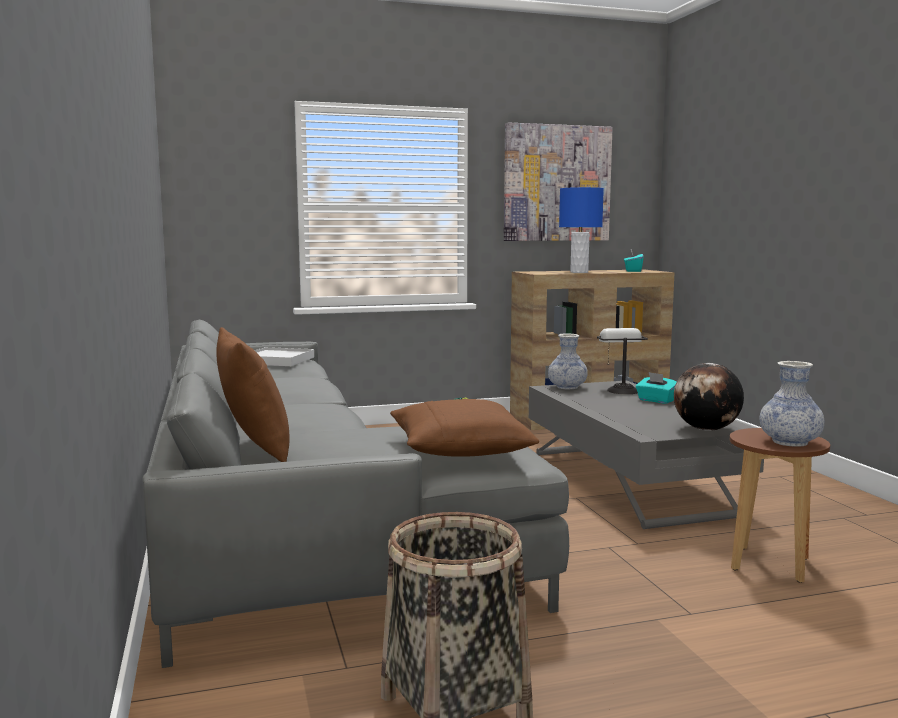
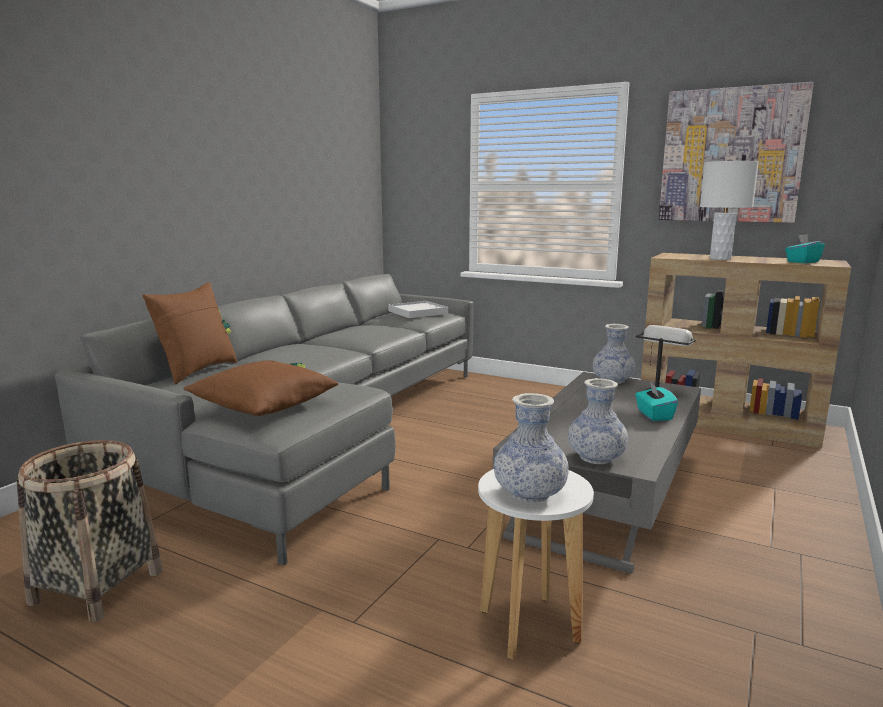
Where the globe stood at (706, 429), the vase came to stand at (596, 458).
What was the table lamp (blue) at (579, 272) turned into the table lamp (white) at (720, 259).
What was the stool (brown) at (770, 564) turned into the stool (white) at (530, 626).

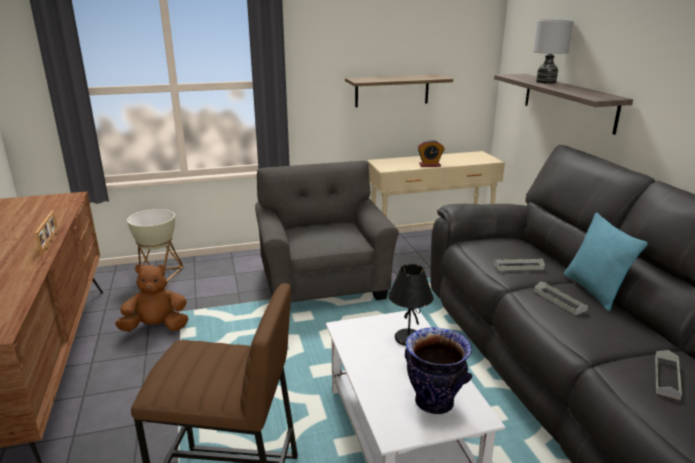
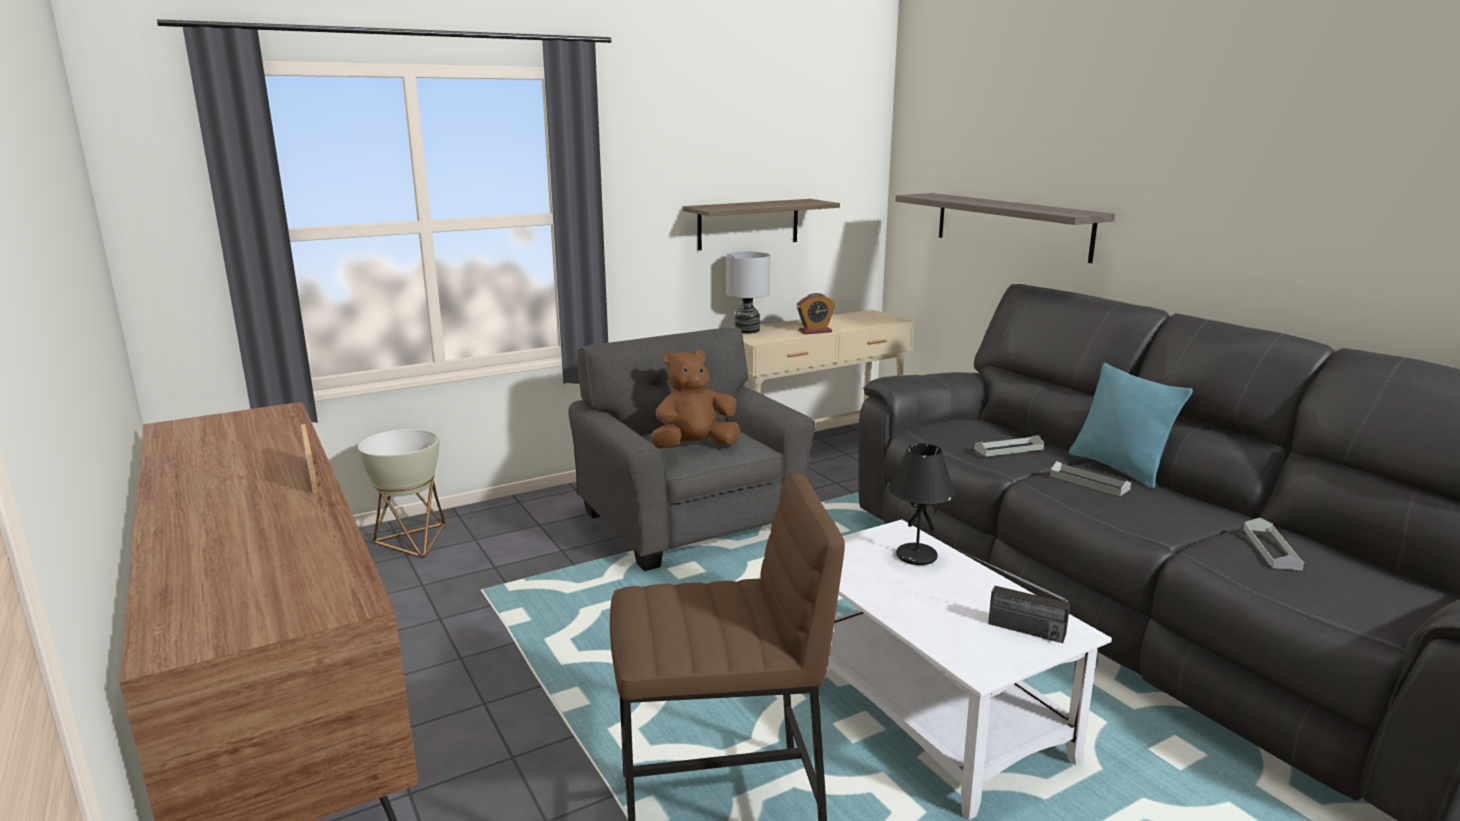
The plush toy (brown) ended up elsewhere, having gone from (156, 327) to (694, 447).
The table lamp (grey) ended up elsewhere, having gone from (546, 82) to (747, 330).
Where the vase stood at (434, 402), the radio came to stand at (1006, 625).

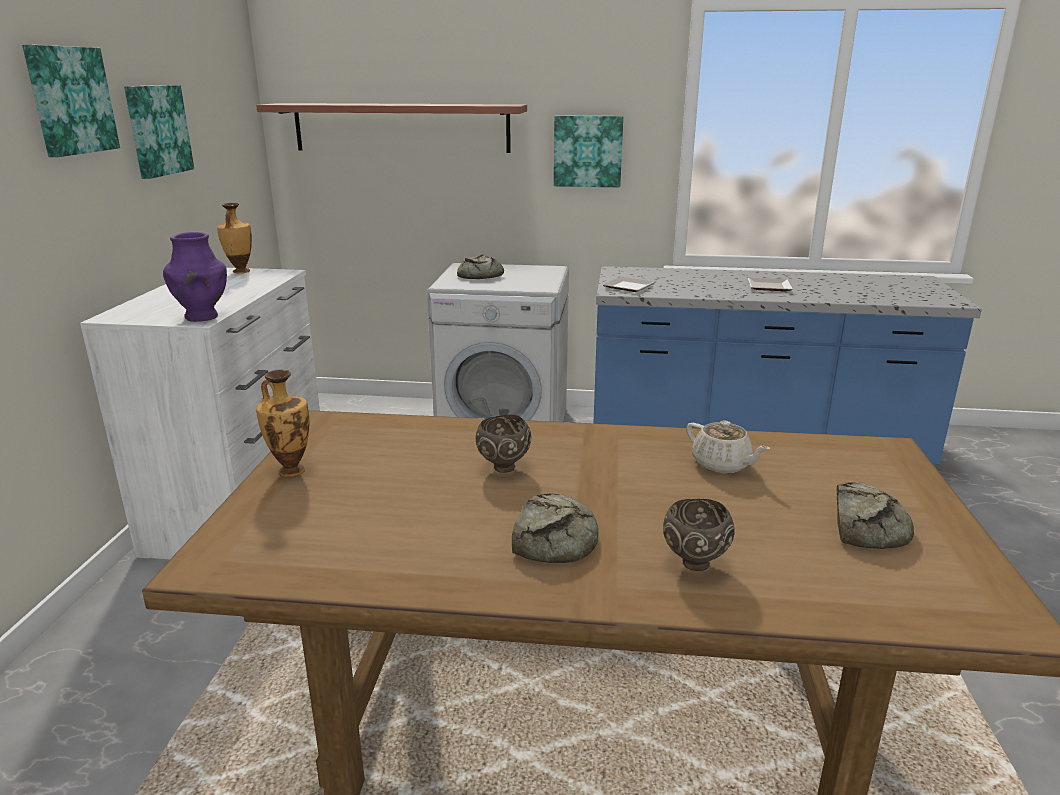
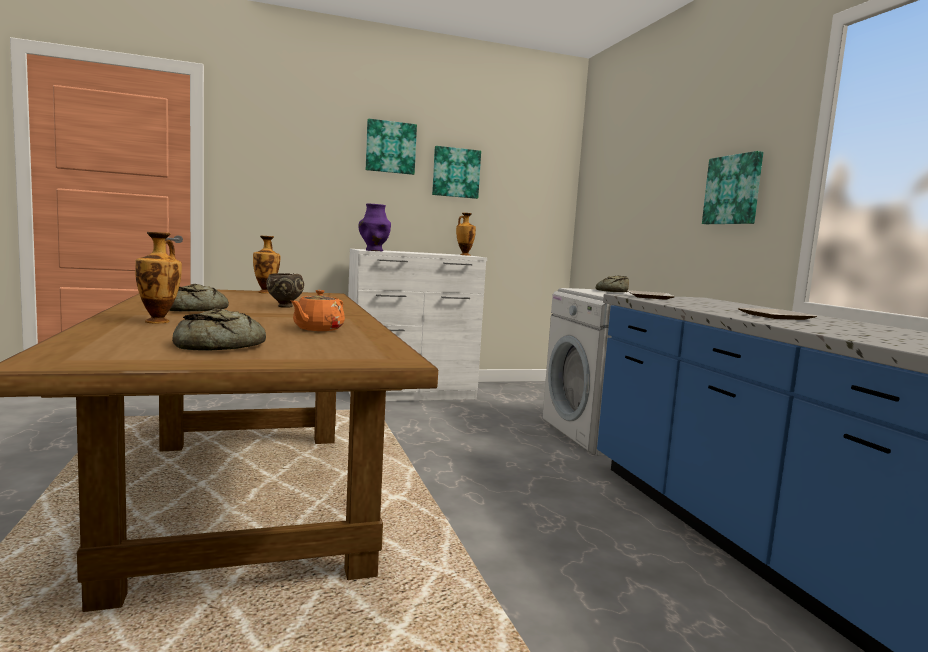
The second view lost the shelf at (401, 127).
Where the bowl (brown) stood at (693, 564), the vase came to stand at (159, 321).
What was the teapot (beige) at (722, 465) turned into the teapot (orange) at (317, 329).

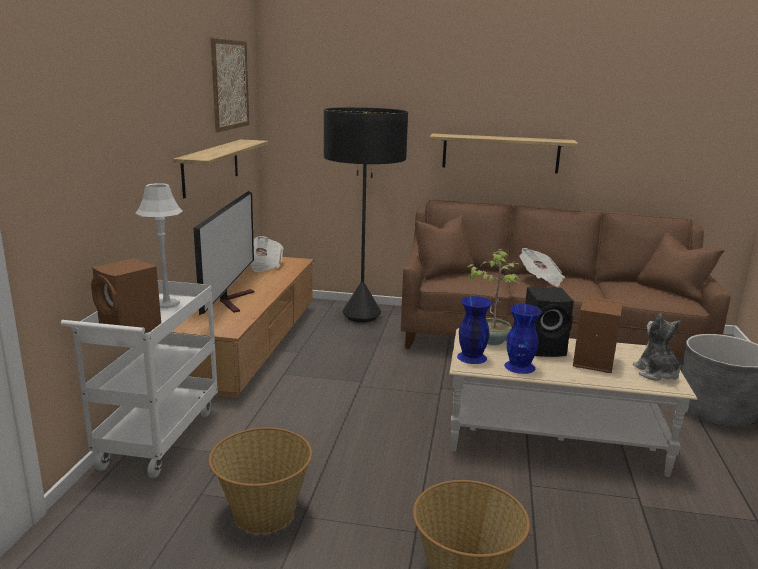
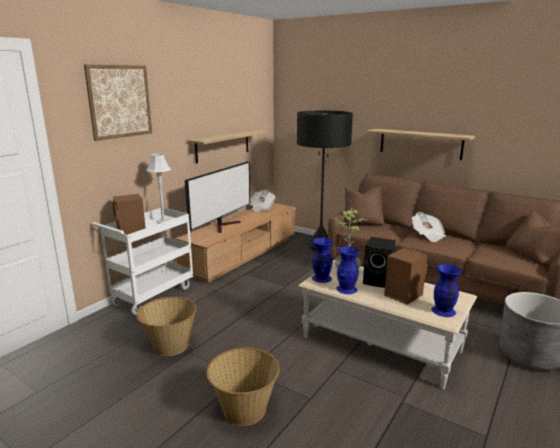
The picture ended up elsewhere, having gone from (229, 83) to (120, 100).
Where the plush toy stood at (656, 373), the vase (blue) came to stand at (443, 311).

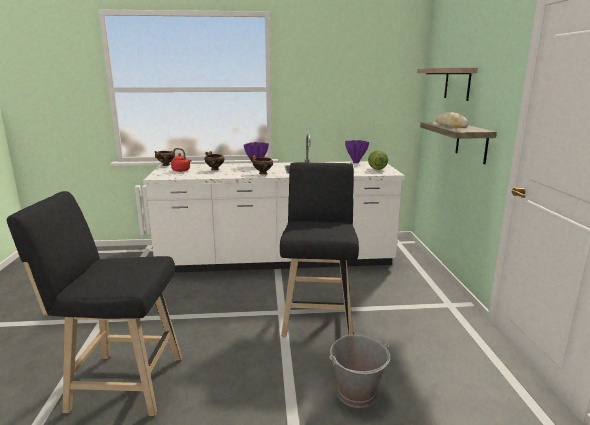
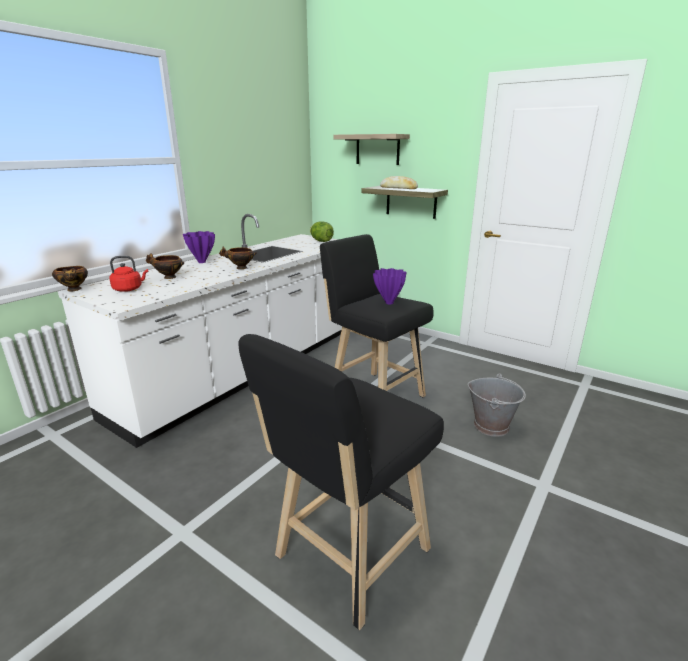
The vase (purple) ended up elsewhere, having gone from (356, 162) to (389, 302).

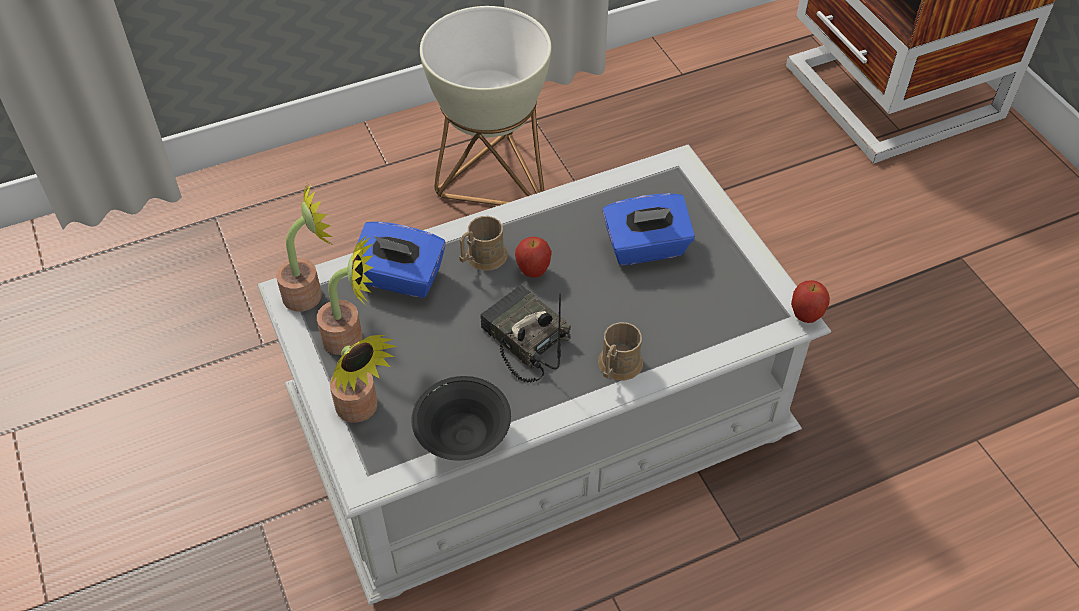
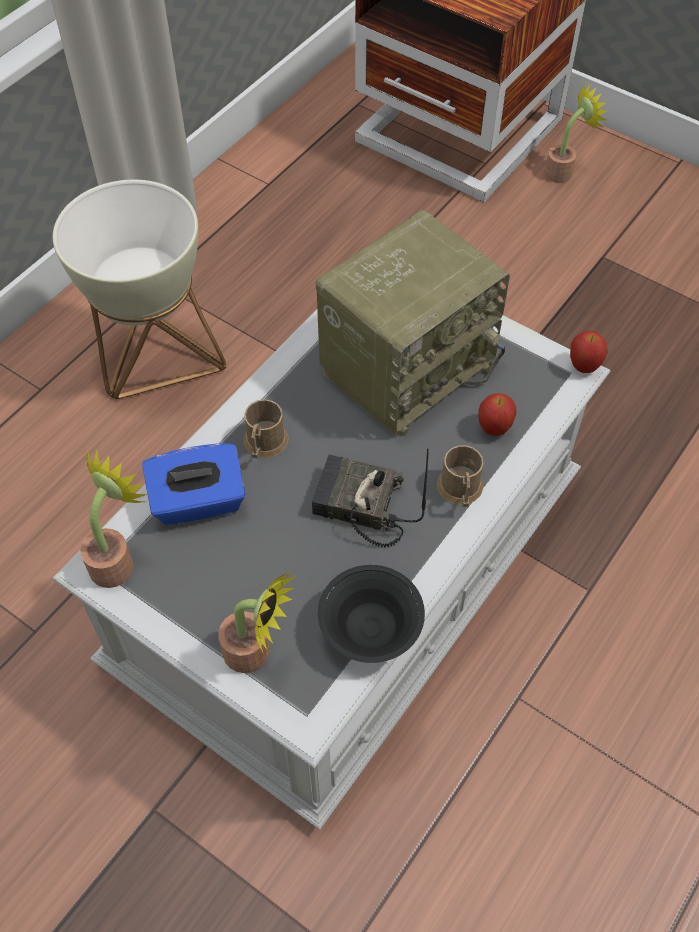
The potted plant ended up elsewhere, having gone from (351, 339) to (563, 171).
The apple ended up elsewhere, having gone from (533, 271) to (494, 429).
Where the tissue box (blue) stood at (646, 248), the radio came to stand at (407, 365).

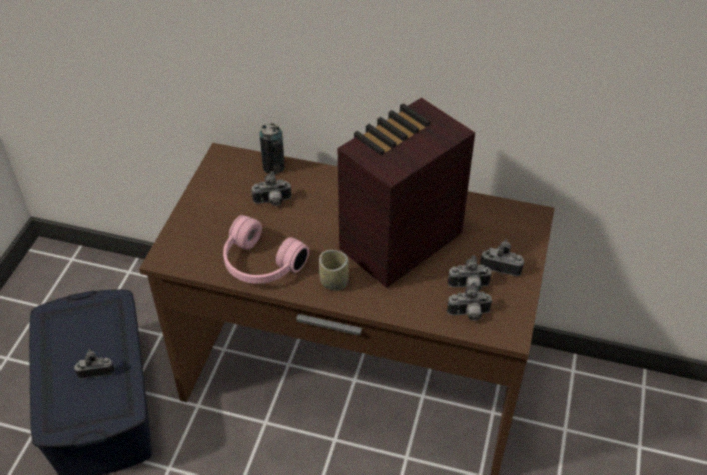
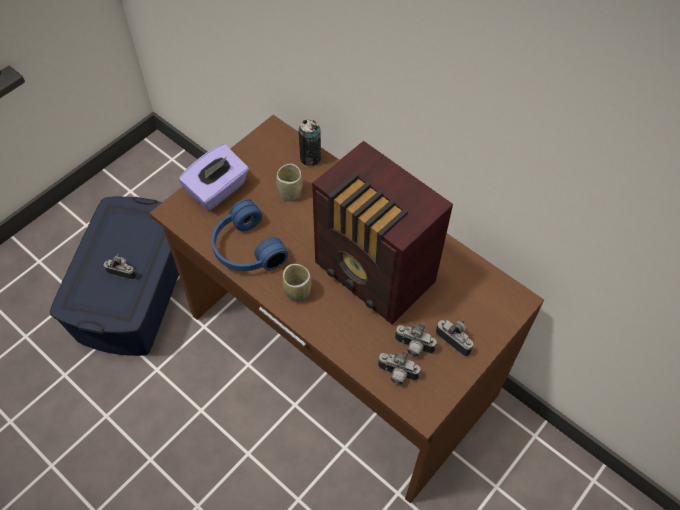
The second view gained the tissue box (purple) at (218, 190).
Where the photo camera stood at (272, 202), the cup came to stand at (290, 192).
What was the headphones (pink) at (259, 265) turned into the headphones (blue) at (245, 249).
The radio at (397, 242) ended up facing another way, 120 degrees counterclockwise from before.

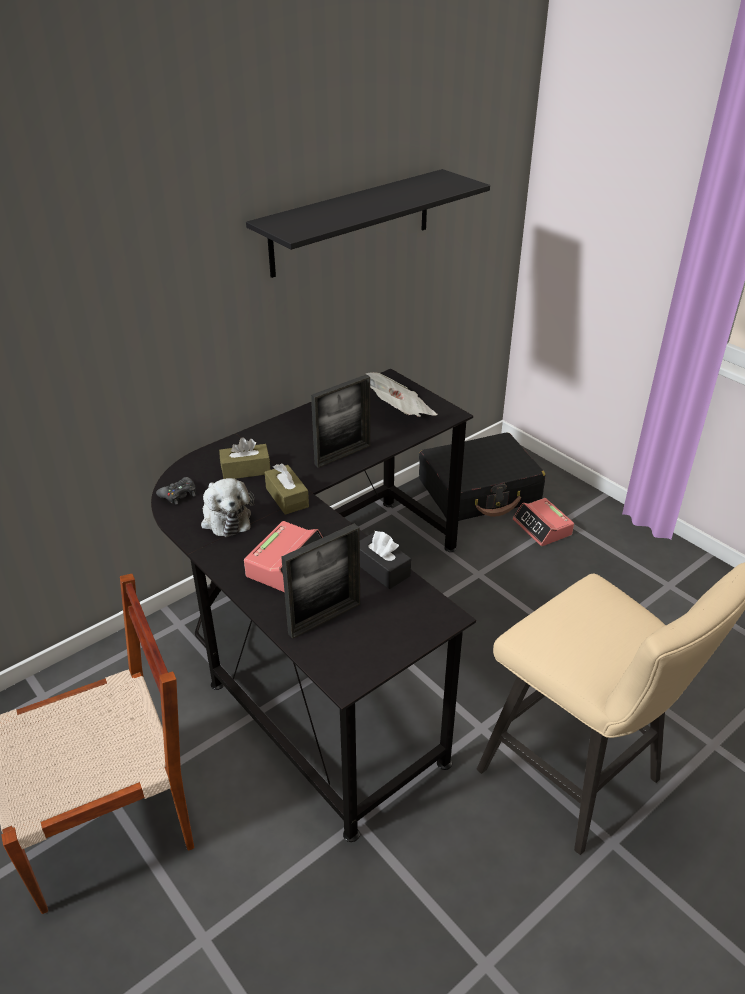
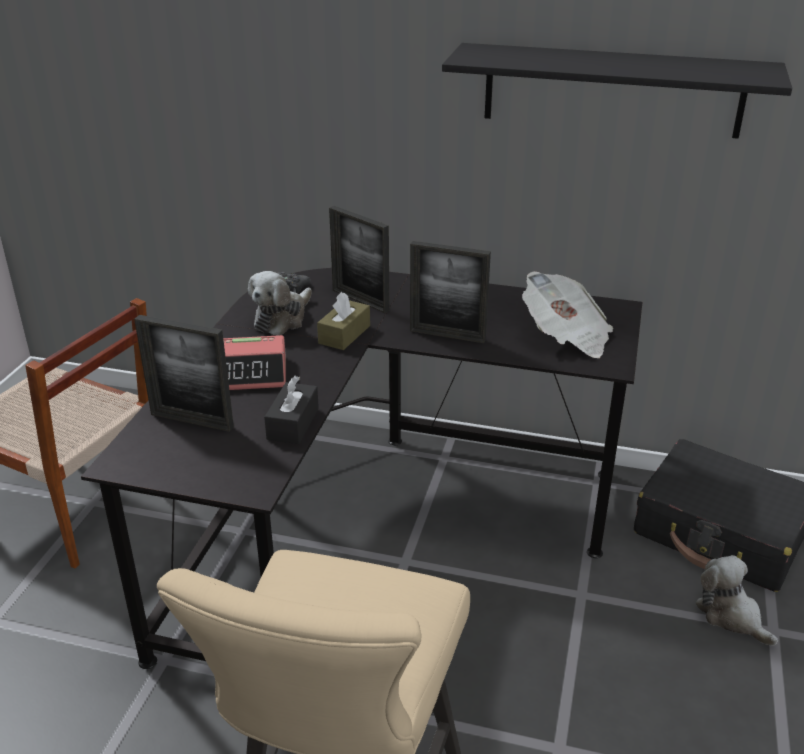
Where the tissue box (brown) stood at (246, 470), the picture frame came to stand at (360, 300).
Where the alarm clock stood at (542, 528), the plush toy came to stand at (731, 615).

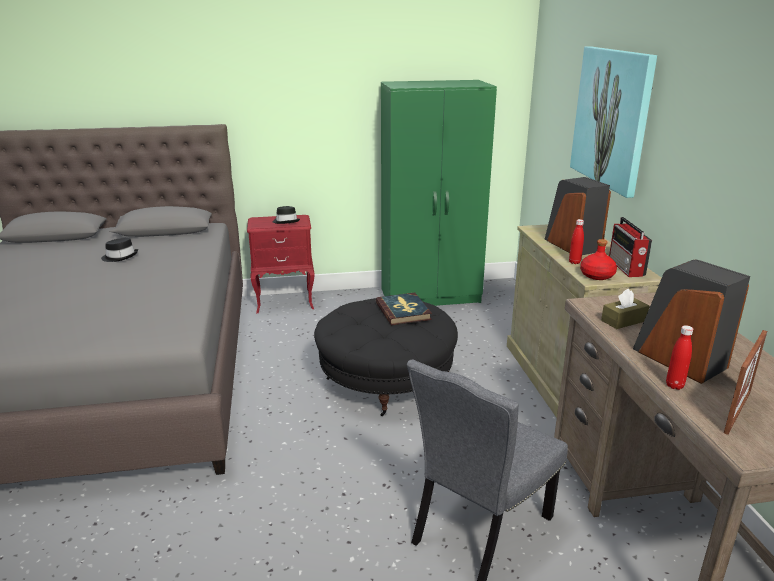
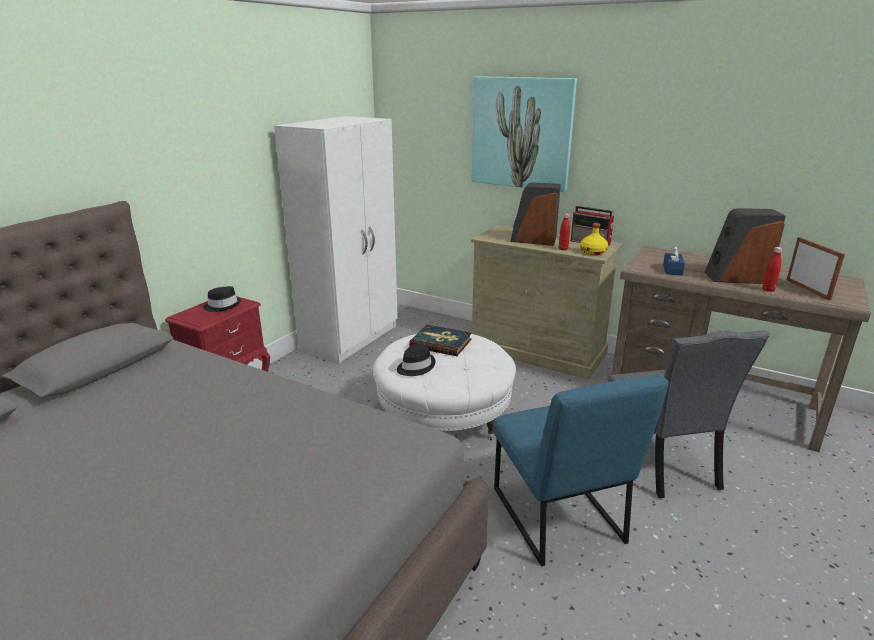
The second view gained the chair (blue) at (558, 517).
The hat (black) ended up elsewhere, having gone from (120, 257) to (415, 367).
What was the ottoman (black) at (386, 380) turned into the ottoman (white) at (444, 415).
What was the wardrobe (green) at (431, 296) turned into the wardrobe (white) at (351, 338).
What was the bottle (red) at (597, 275) turned into the bottle (yellow) at (593, 252).
What was the tissue box (brown) at (623, 321) turned into the tissue box (blue) at (672, 270).

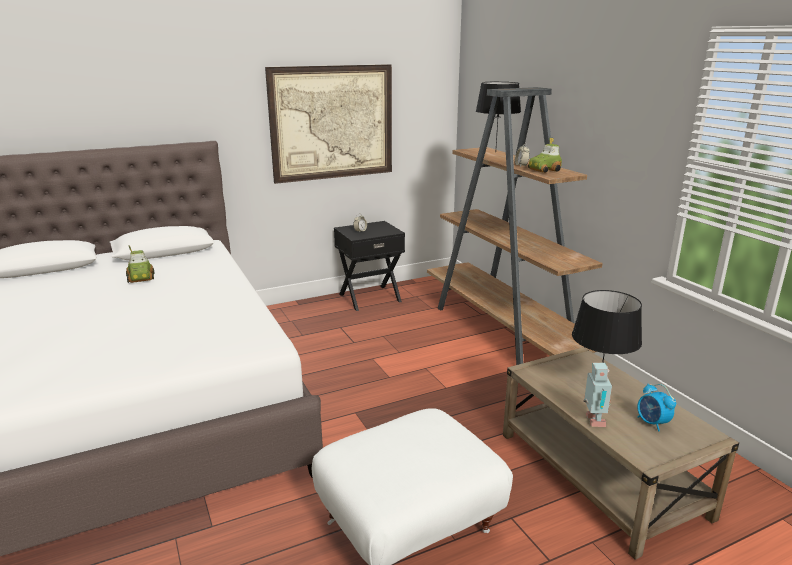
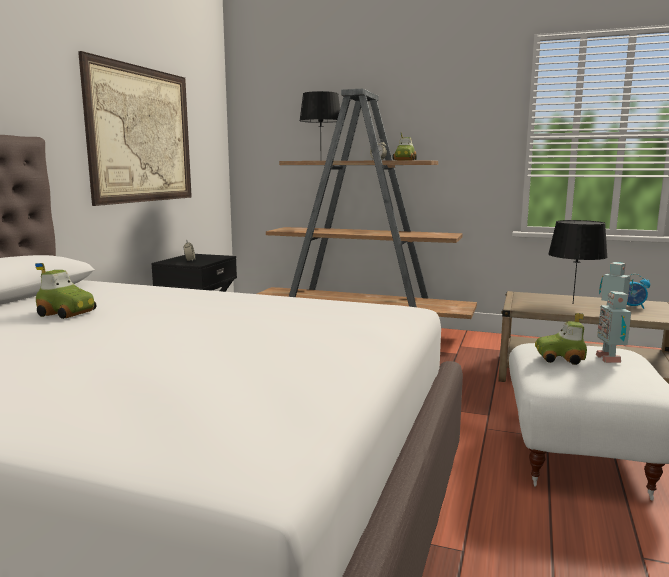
The second view gained the toy car at (560, 359).
The second view gained the toy robot at (610, 359).

